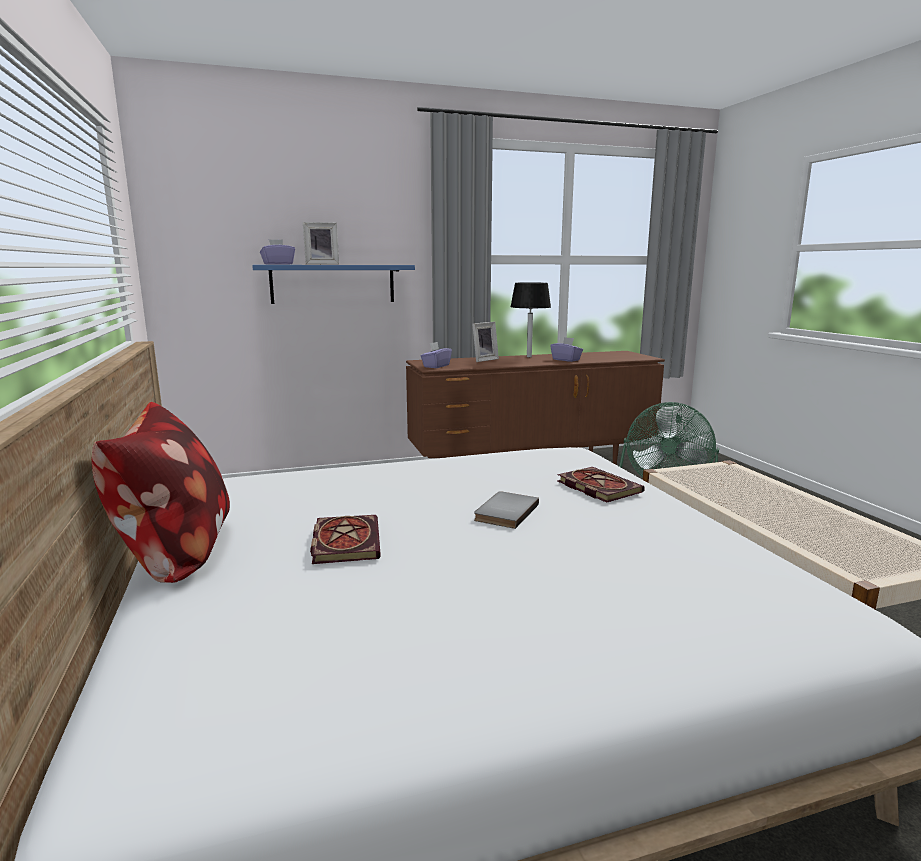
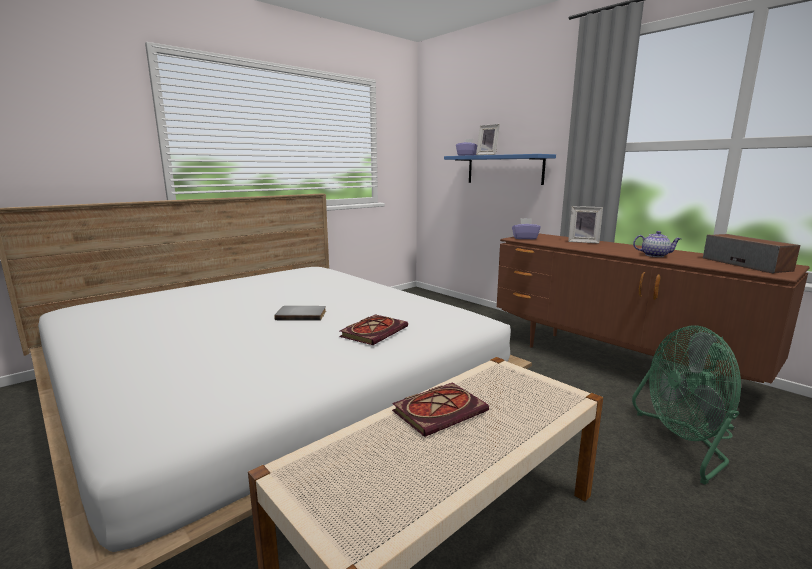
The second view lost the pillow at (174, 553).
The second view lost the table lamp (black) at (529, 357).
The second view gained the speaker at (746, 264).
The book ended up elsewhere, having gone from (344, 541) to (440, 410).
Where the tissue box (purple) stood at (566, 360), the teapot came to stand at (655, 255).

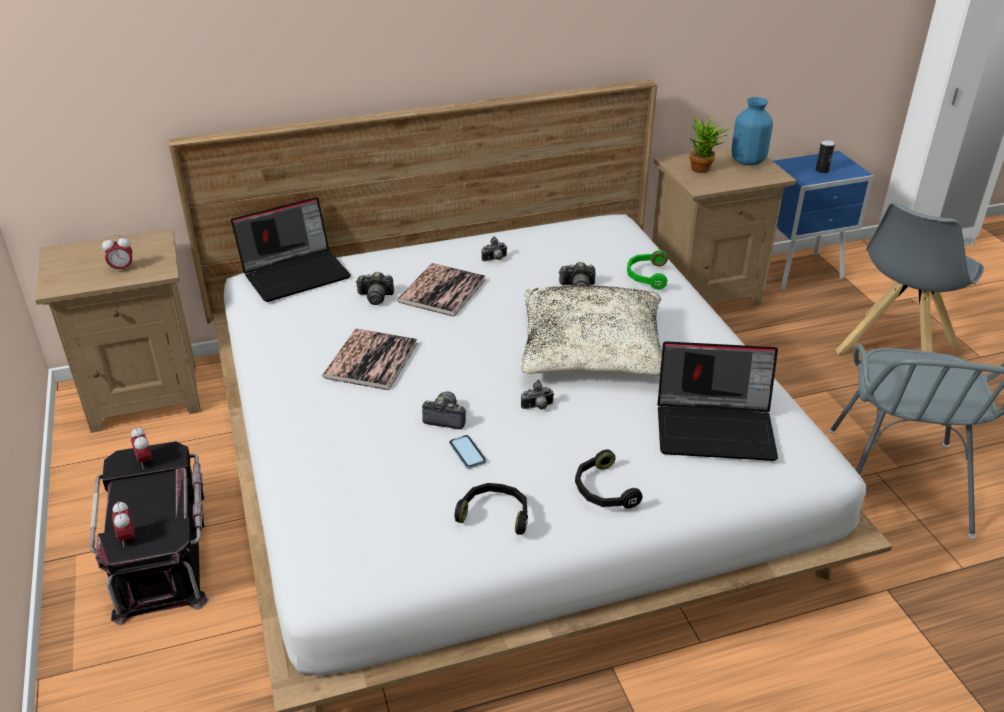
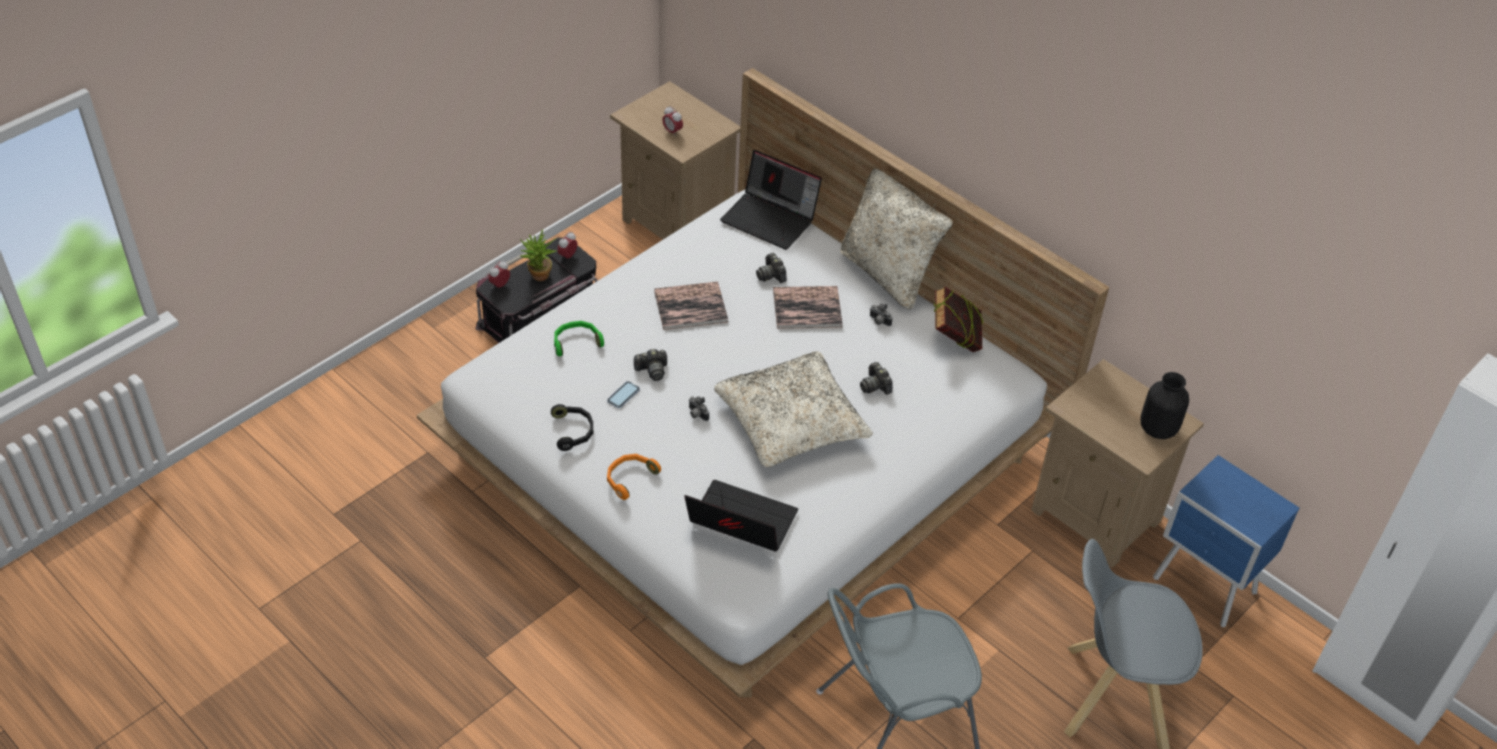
The second view lost the can at (822, 170).
The second view gained the pillow (beige) at (886, 277).
The second view gained the book at (954, 340).
The headphones (green) ended up elsewhere, having gone from (646, 276) to (576, 342).
The potted plant ended up elsewhere, having gone from (703, 170) to (539, 278).
What was the headphones (black) at (603, 490) turned into the headphones (orange) at (629, 478).
What was the vase (blue) at (747, 161) turned into the vase (black) at (1157, 428).
The photo camera at (445, 418) ended up facing another way, 90 degrees clockwise from before.
The laptop at (716, 428) ended up facing another way, 135 degrees clockwise from before.

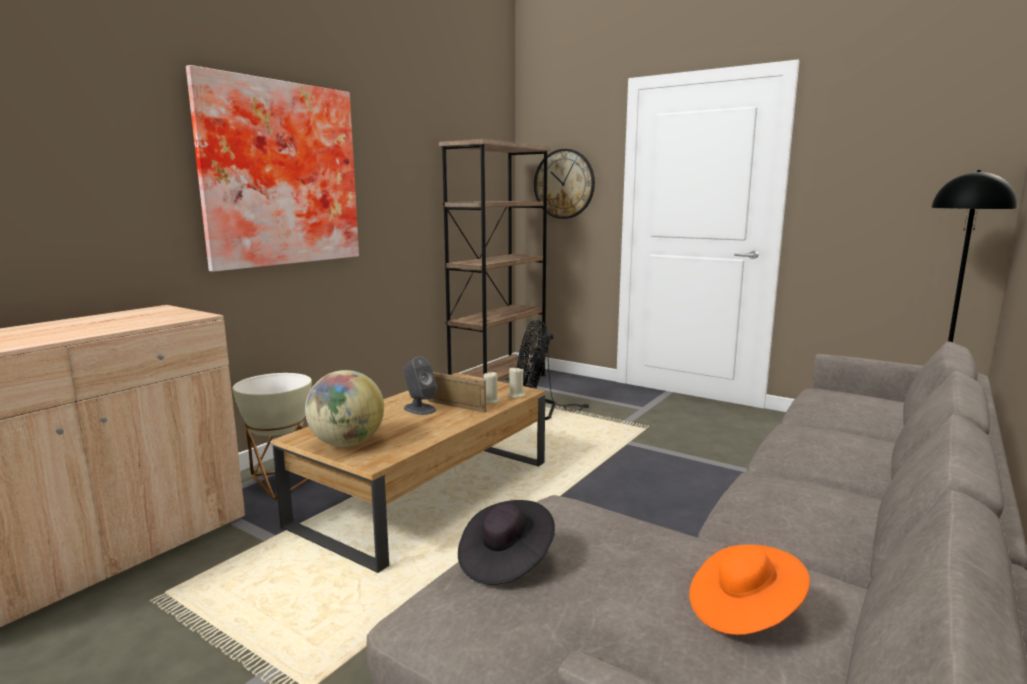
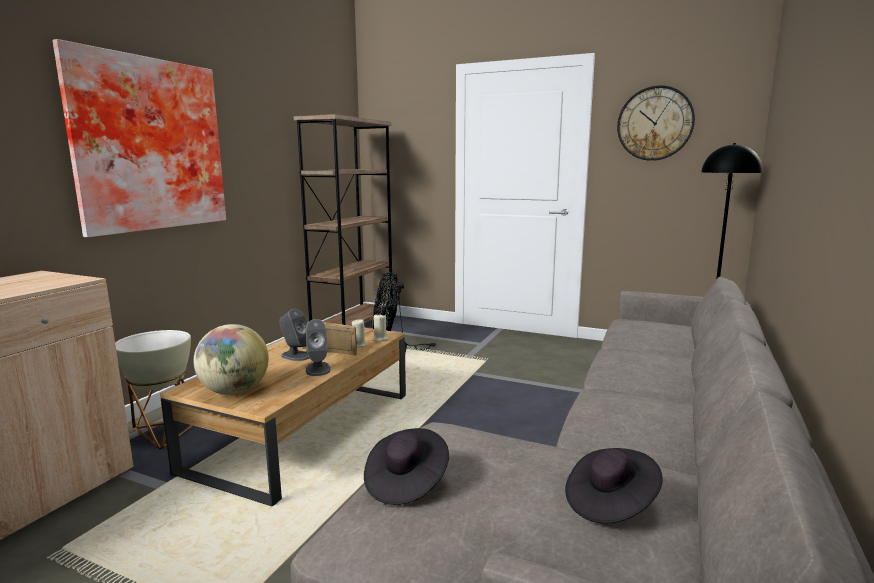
The second view gained the speaker (grey) at (318, 369).
The wall clock ended up elsewhere, having gone from (564, 184) to (655, 123).
What was the hat (orange) at (744, 611) turned into the hat (black) at (610, 503).

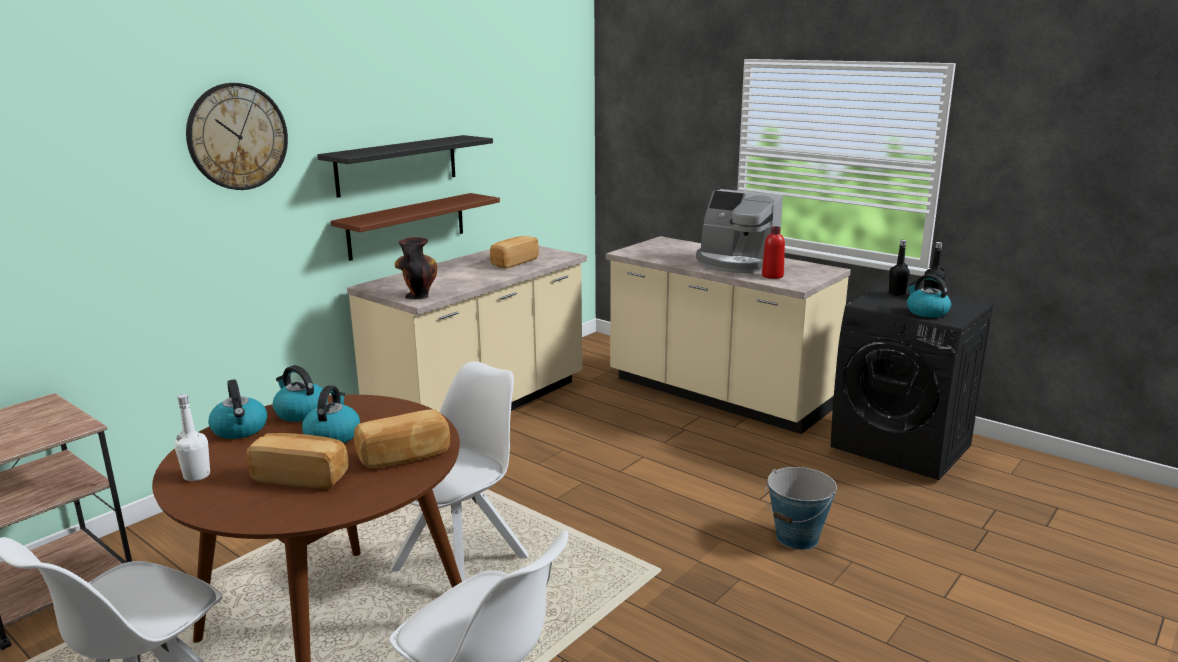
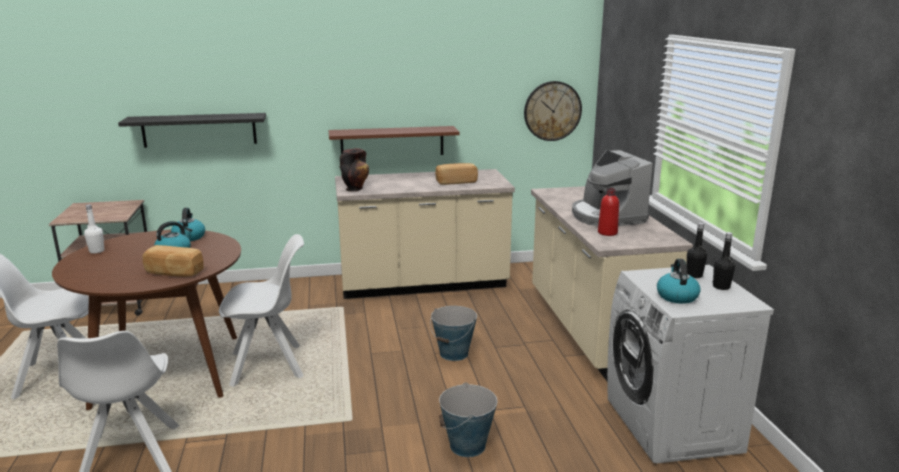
The second view lost the kettle at (240, 430).
The second view lost the bread at (301, 477).
The second view gained the bucket at (454, 353).
The wall clock ended up elsewhere, having gone from (237, 137) to (552, 111).
The shelf (black) ended up elsewhere, having gone from (397, 165) to (199, 130).
What was the washing machine (black) at (900, 449) turned into the washing machine (white) at (672, 427).

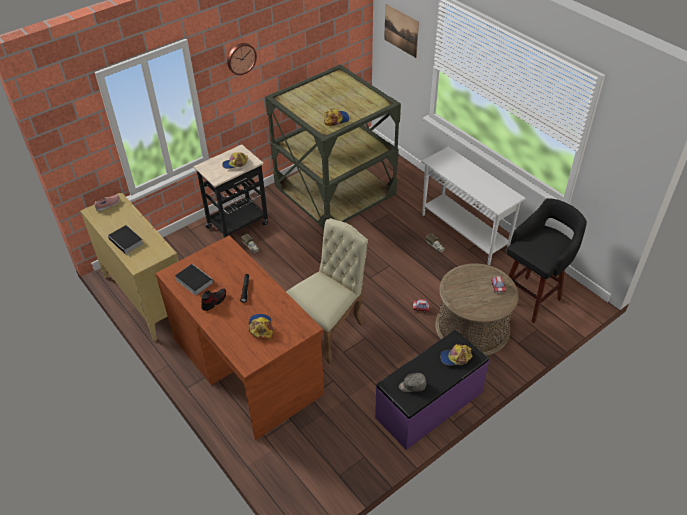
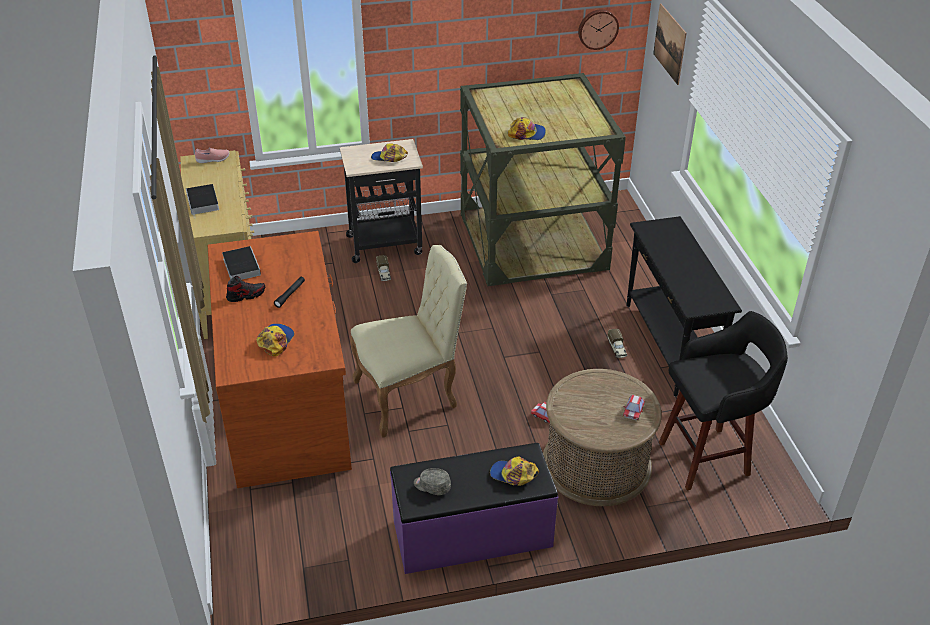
The wall clock ended up elsewhere, having gone from (241, 58) to (597, 28).
What was the console table (white) at (465, 233) turned into the console table (black) at (670, 346).

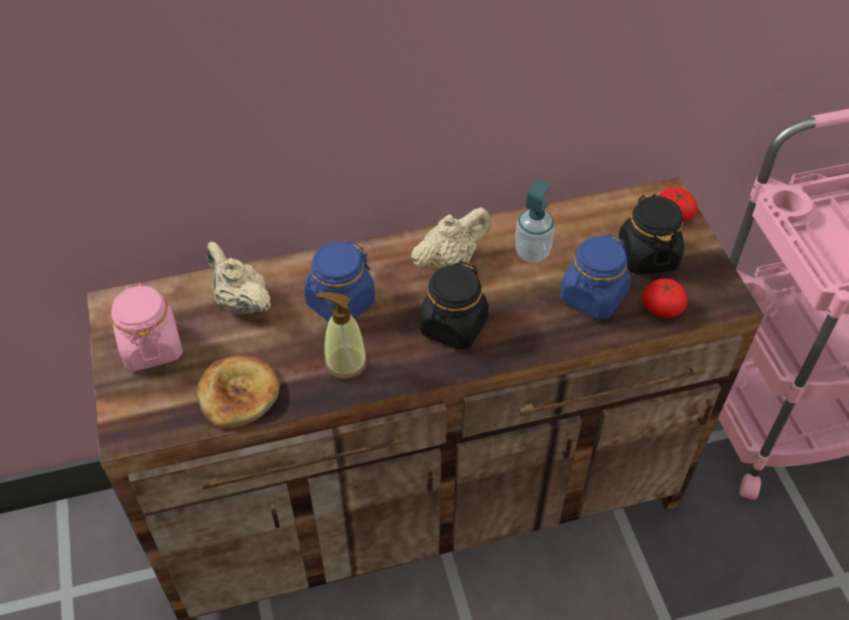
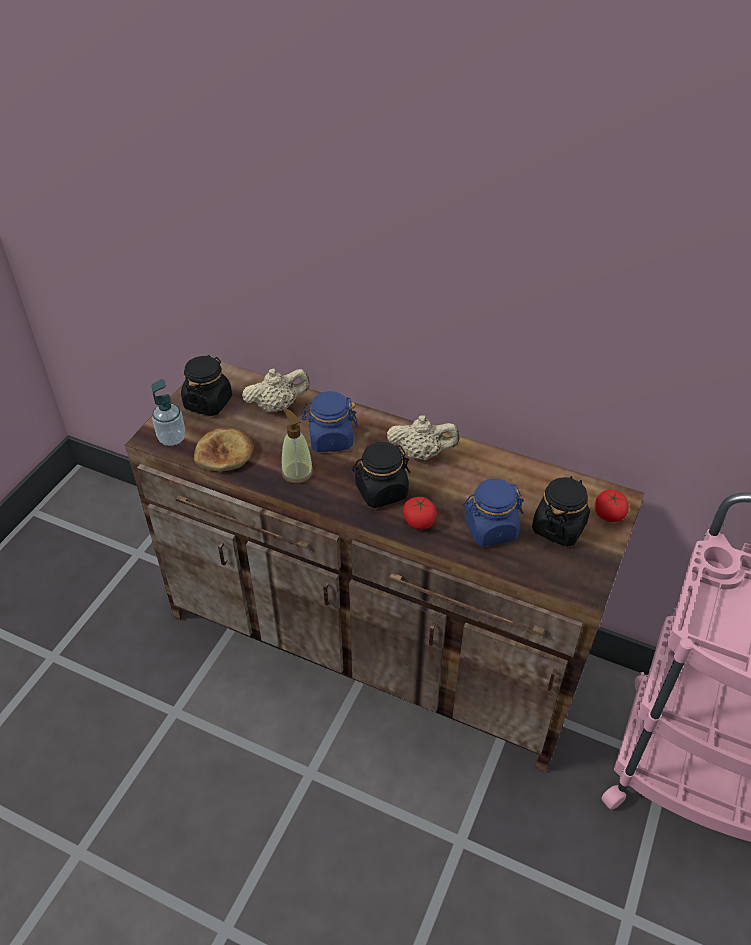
The soap dispenser ended up elsewhere, having gone from (532, 252) to (172, 438).
The tomato ended up elsewhere, having gone from (662, 308) to (419, 521).
What was the jar (pink) at (151, 346) turned into the jar (black) at (208, 402).
The teapot (beige) at (240, 302) ended up facing another way, 75 degrees clockwise from before.

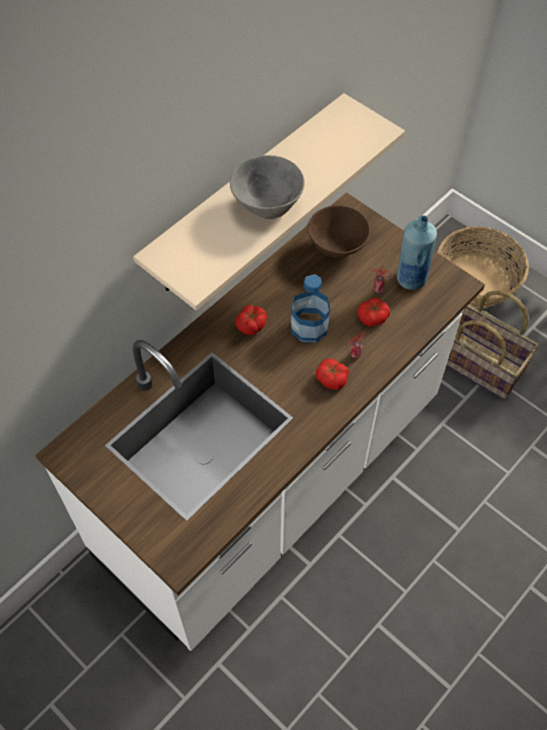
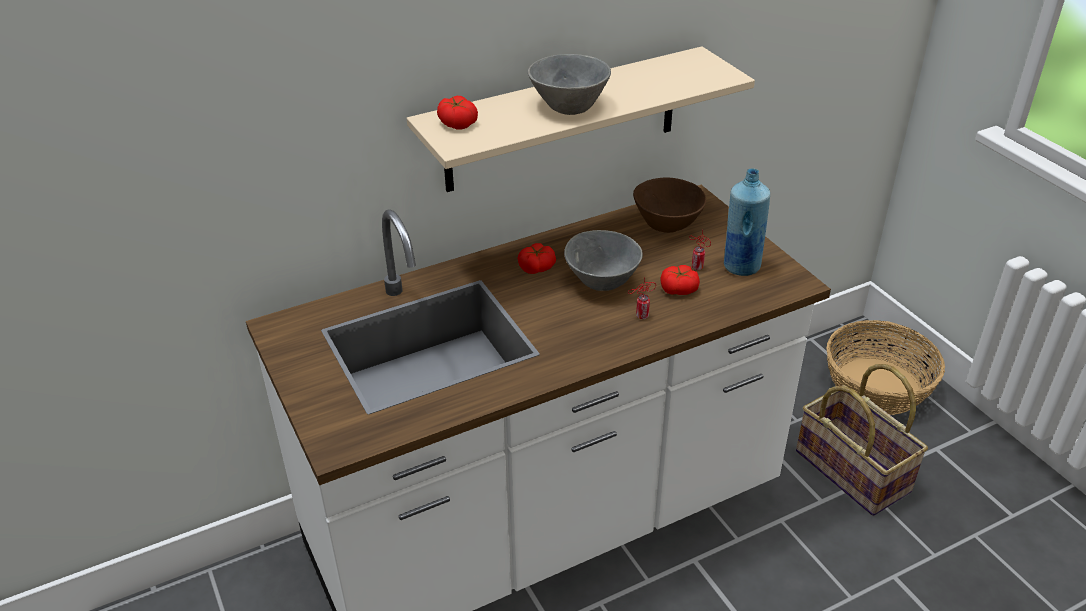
The tomato ended up elsewhere, having gone from (331, 379) to (457, 123).
Where the bottle stood at (309, 327), the bowl (grey) came to stand at (600, 282).

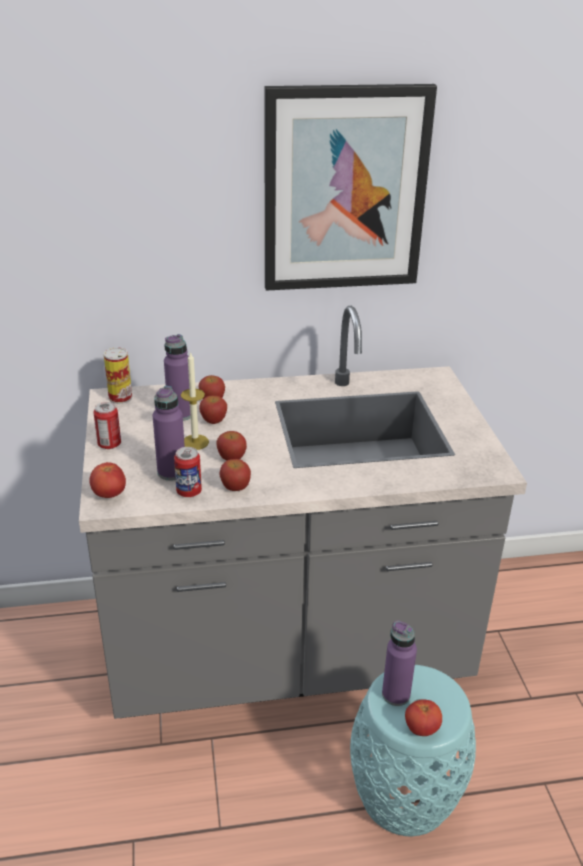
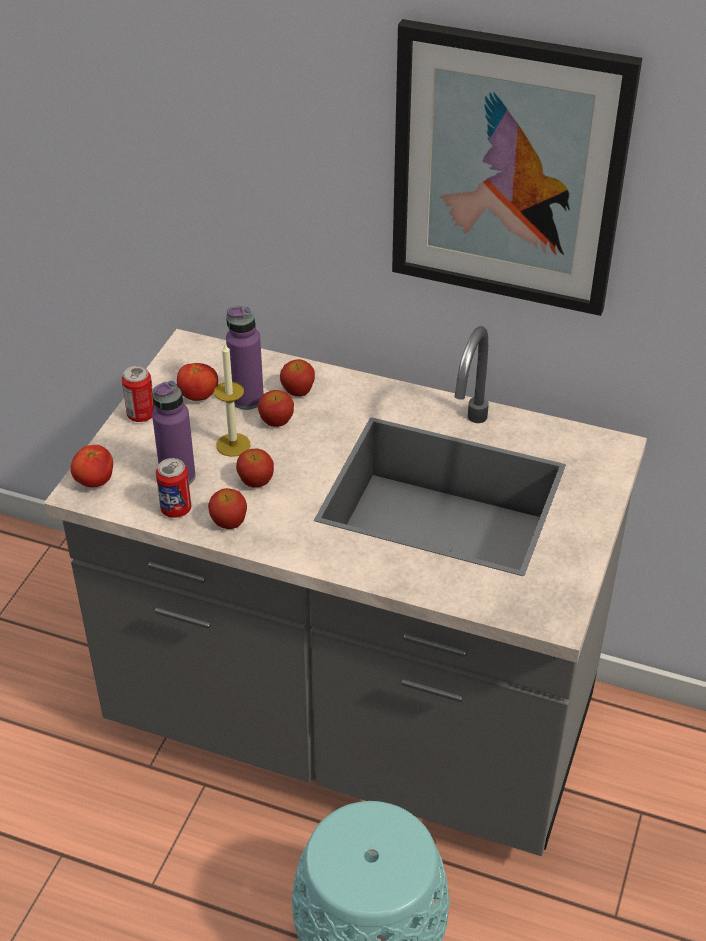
The second view lost the can at (120, 397).
The second view lost the bottle (purple) at (396, 694).
The tomato ended up elsewhere, having gone from (421, 728) to (198, 396).

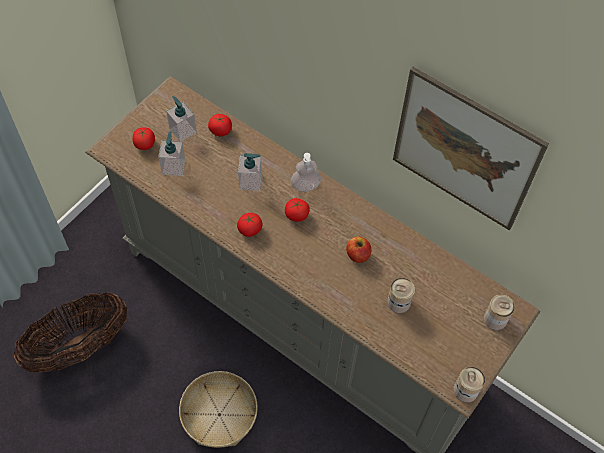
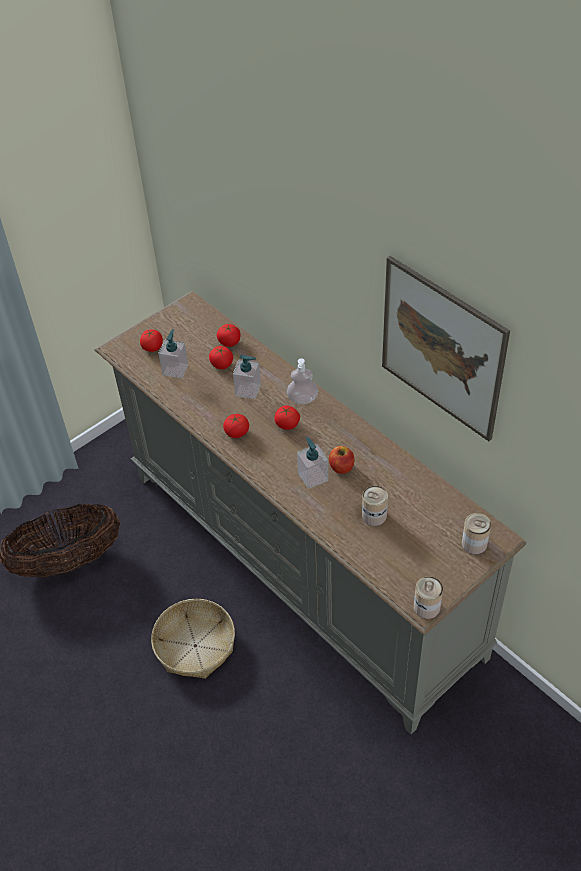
The second view gained the tomato at (221, 364).
The soap dispenser ended up elsewhere, having gone from (183, 130) to (313, 477).

